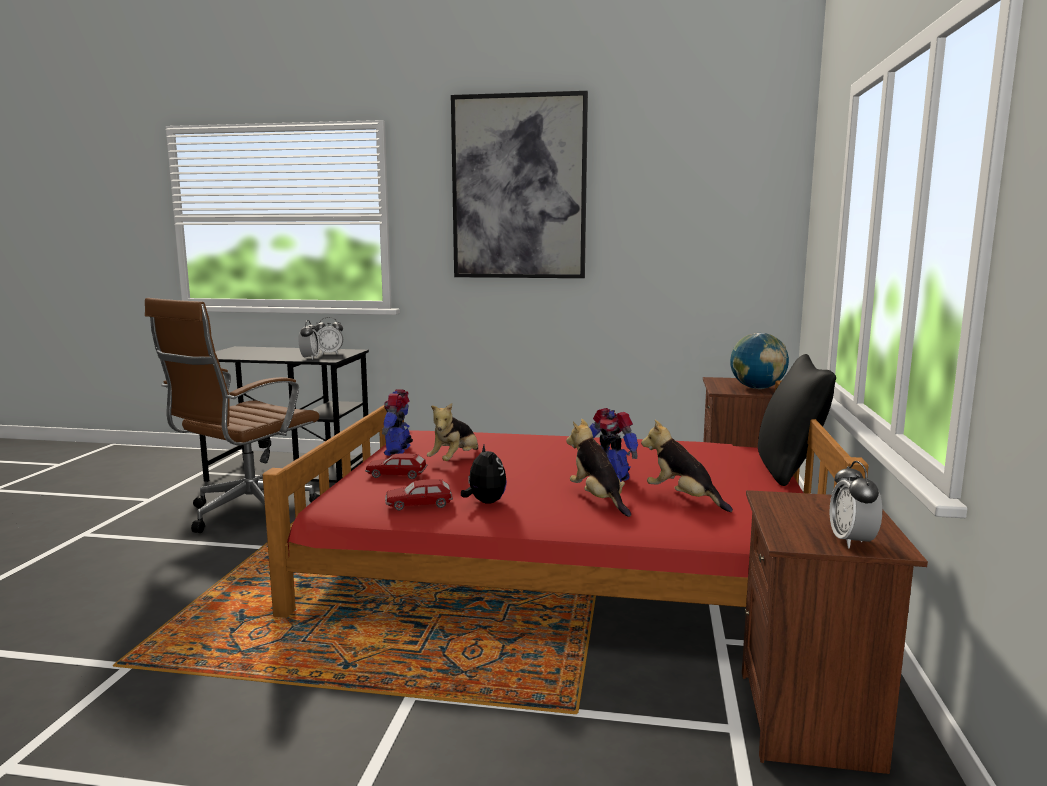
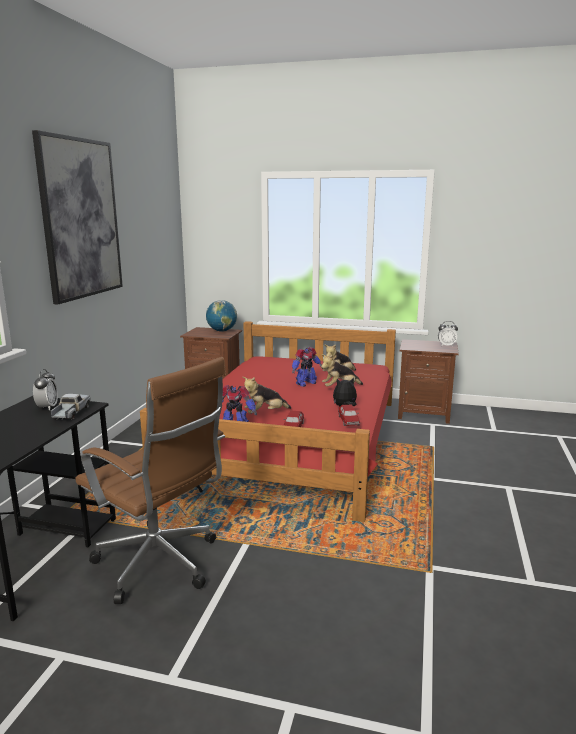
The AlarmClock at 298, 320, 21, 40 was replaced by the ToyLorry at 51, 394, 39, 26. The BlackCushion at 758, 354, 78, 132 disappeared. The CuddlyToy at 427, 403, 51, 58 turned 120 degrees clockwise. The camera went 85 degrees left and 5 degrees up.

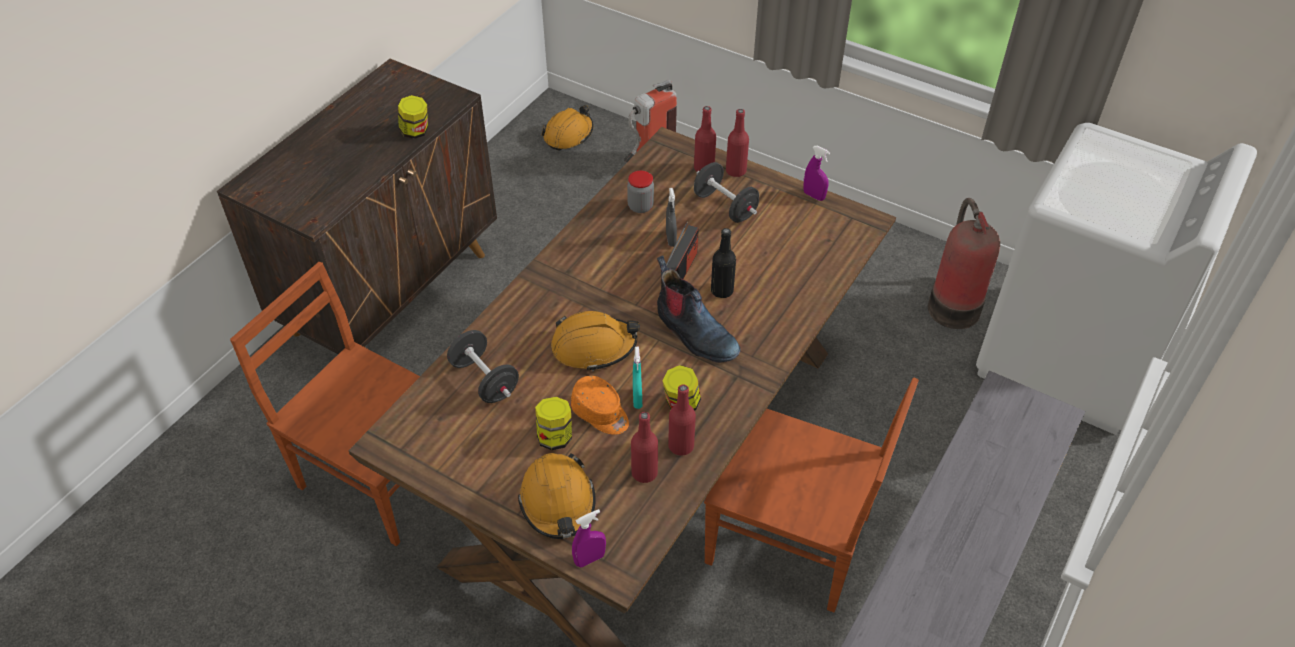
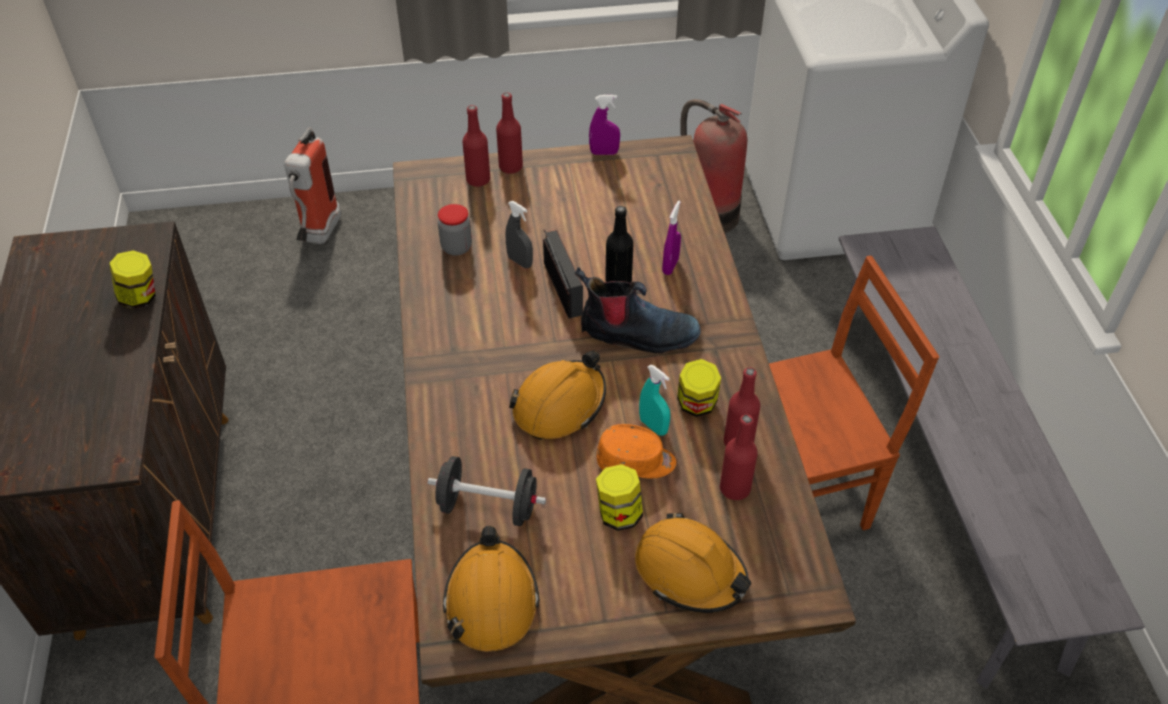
The OrangeWorkHelmet moved from 541, 105, 52, 45 to 443, 526, 97, 125. The BlackDumbbell at 694, 162, 65, 61 disappeared. The PurpleHandSprayer moved from 572, 509, 34, 58 to 662, 201, 19, 74. The camera went 40 degrees left and 0 degrees up.

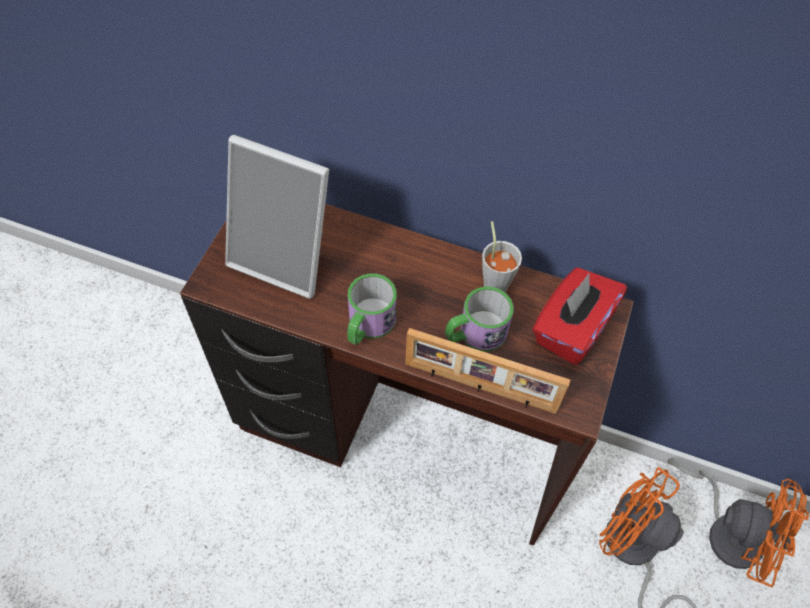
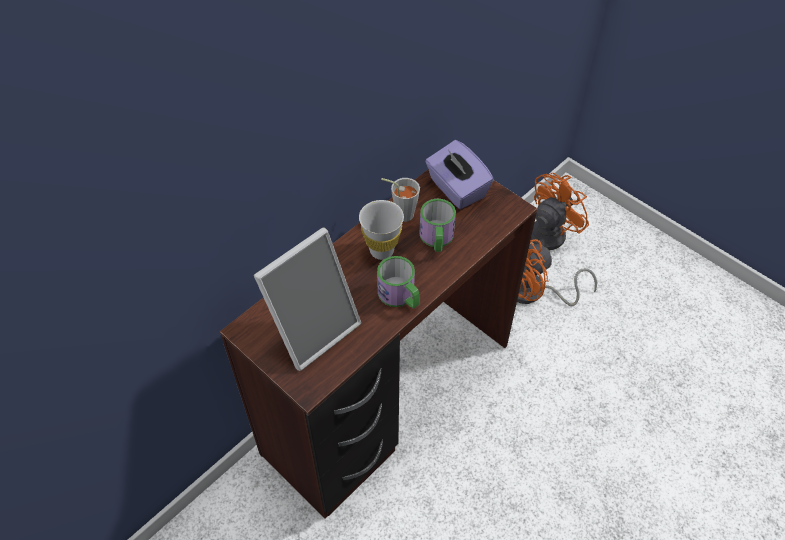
The RedColouredBoxOfTissues at 532, 268, 95, 97 became the PurpleBoxOfTissues at 425, 140, 69, 69. The PictureFrame at 405, 328, 165, 86 disappeared. The WhitishSmallCup at 359, 200, 45, 60 appeared. The camera went 65 degrees left and 5 degrees down.

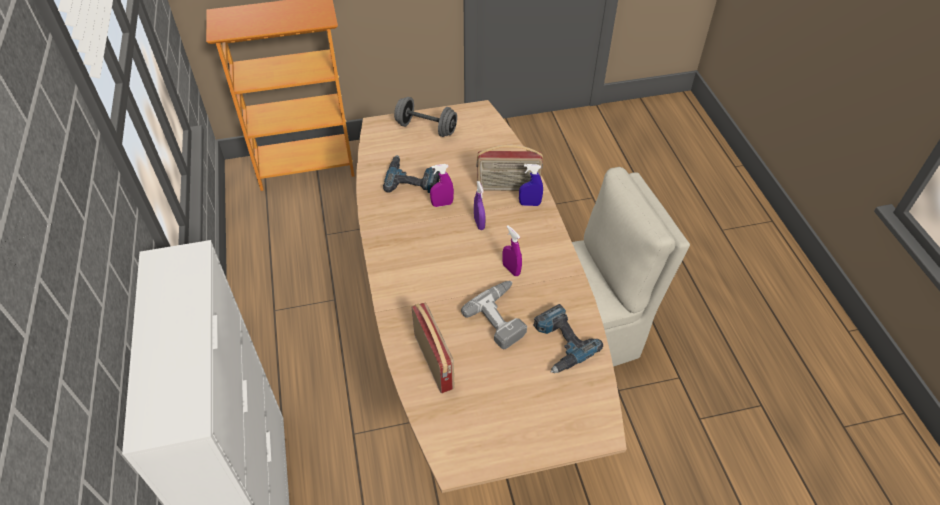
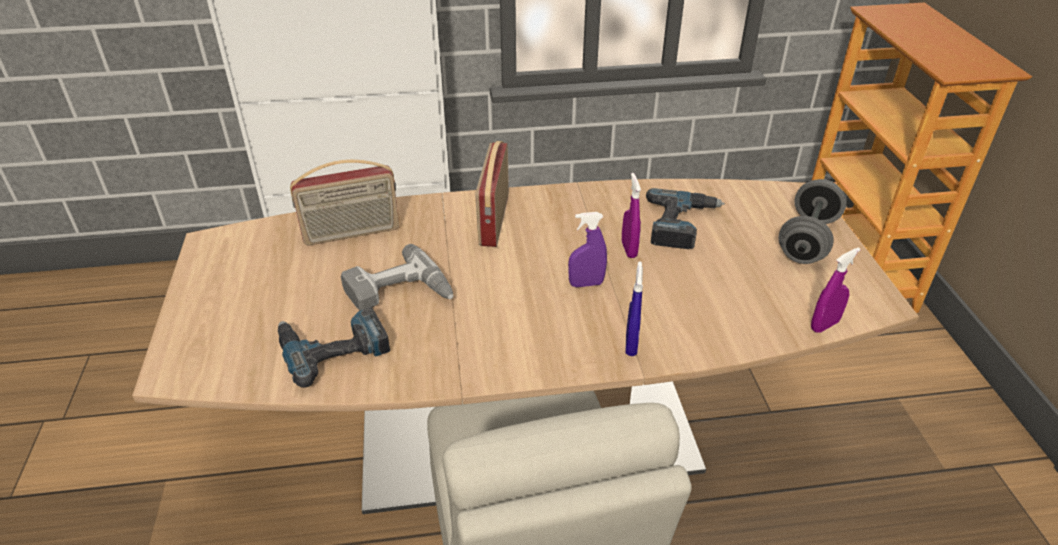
The Radio moved from 476, 145, 67, 46 to 475, 141, 34, 106. The PurpleHandSprayer moved from 502, 225, 20, 51 to 811, 247, 49, 86. The camera went 95 degrees right and 10 degrees down.

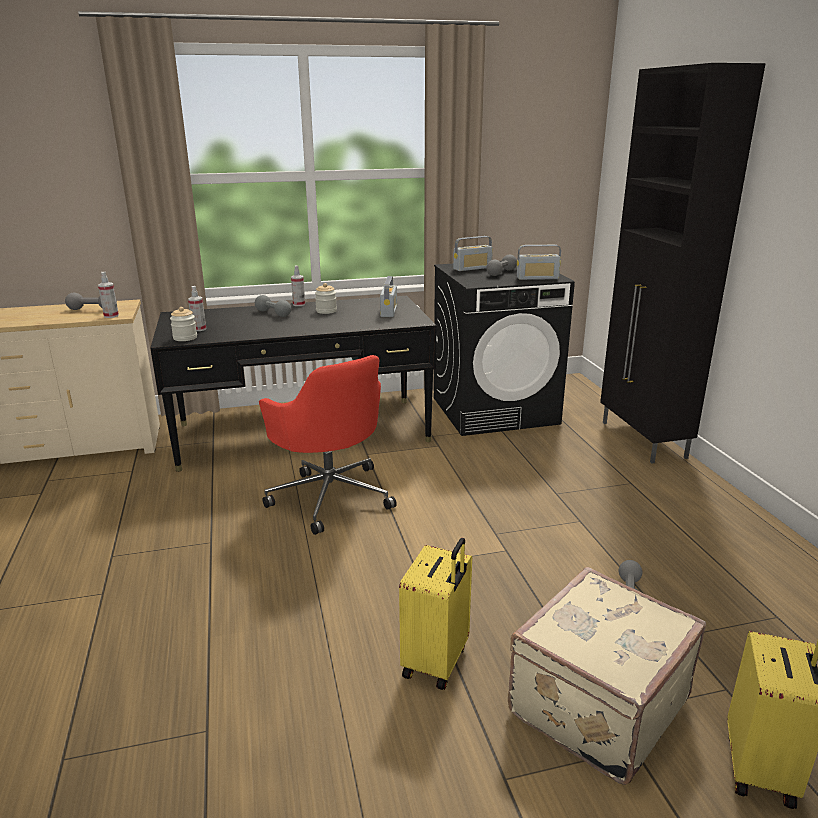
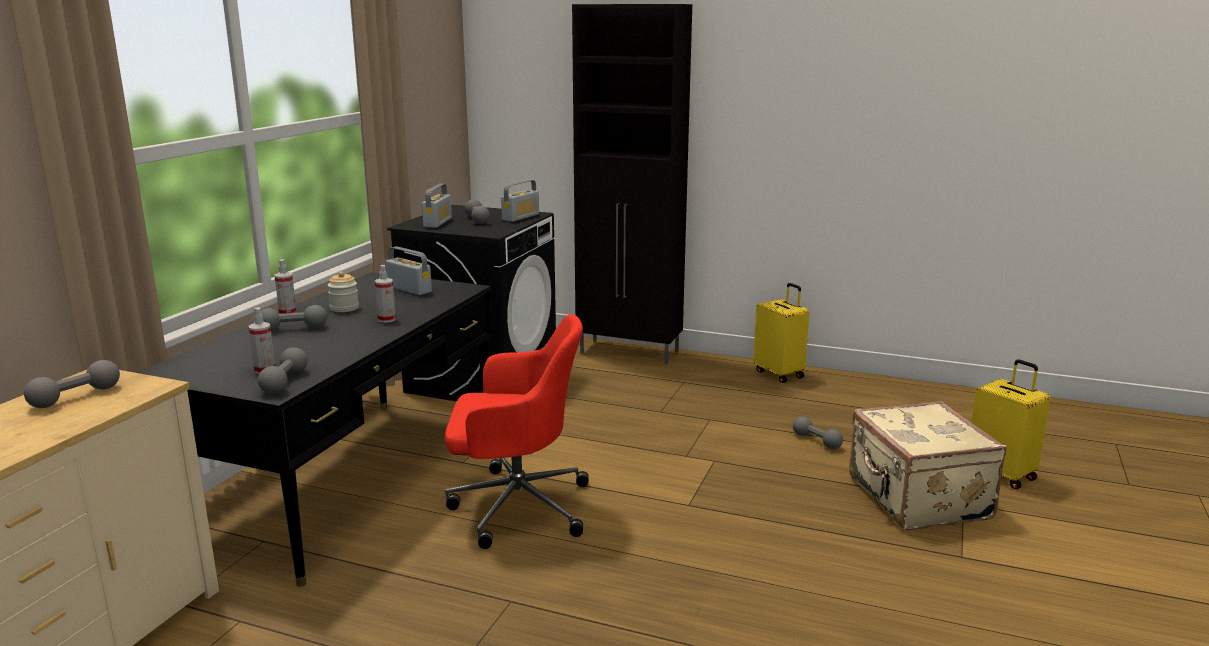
The HandSprayer moved from 98, 272, 21, 46 to 374, 265, 22, 58. The StorageJar at 170, 307, 27, 34 was replaced by the GrayDumbbell at 258, 347, 50, 47. The YellowColouredSuitcase moved from 399, 538, 73, 152 to 753, 283, 56, 100. The camera went 55 degrees left and 5 degrees down.

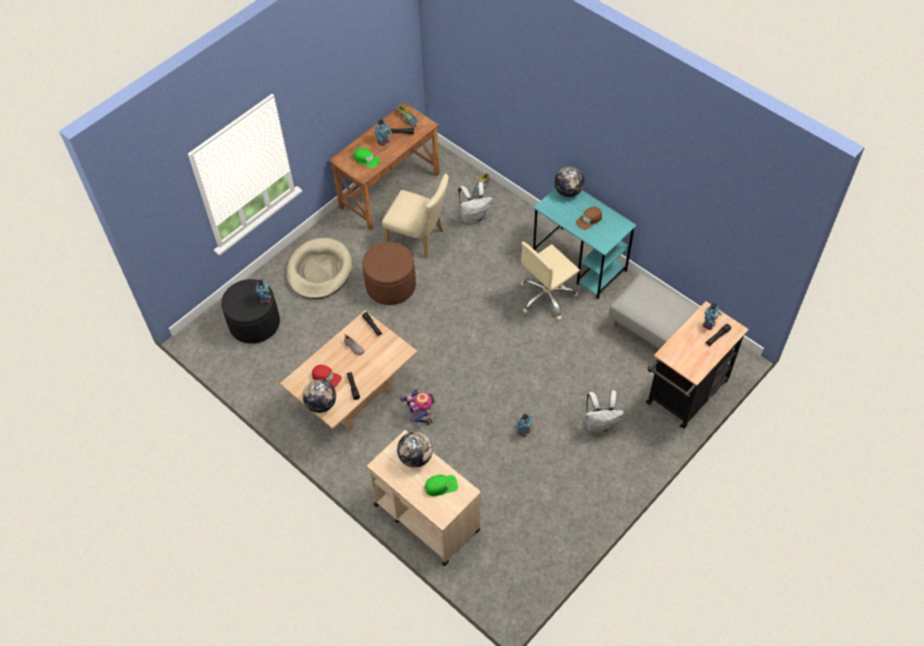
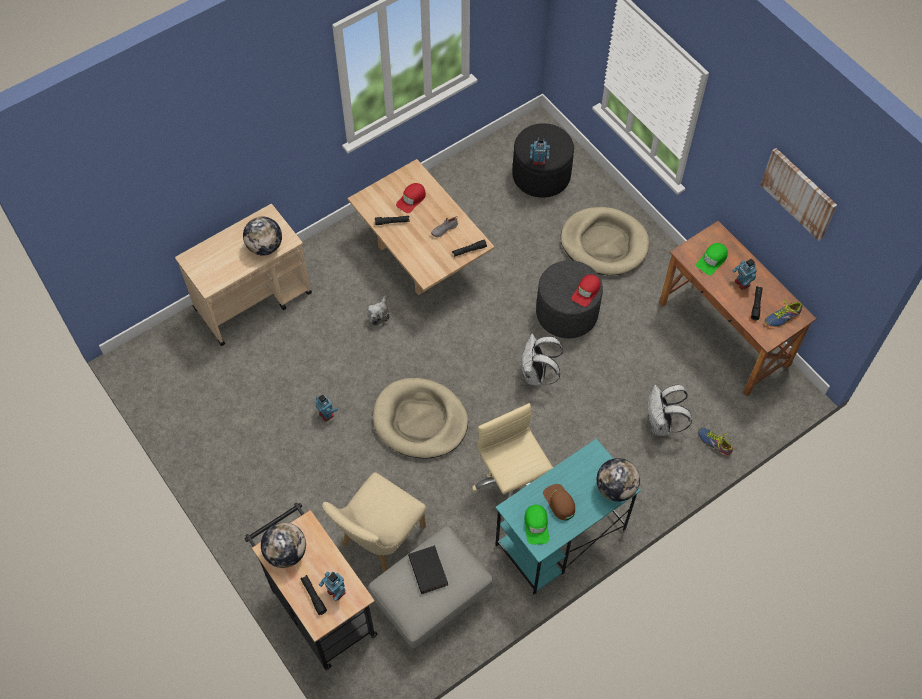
The SandColouredChair moved from 382, 174, 67, 84 to 322, 472, 104, 101. The BrownColouredFootrest at 362, 242, 54, 63 became the GrayFootrest at 536, 260, 67, 78. The WorldGlobe moved from 303, 379, 33, 34 to 261, 522, 45, 46. The ToyRobot at 400, 388, 35, 37 was replaced by the CuddlyToy at 368, 295, 22, 32. The WhitishKnapsack moved from 585, 390, 39, 43 to 520, 333, 43, 53. The GreenishBaseballCap moved from 424, 475, 34, 21 to 524, 505, 25, 39. The WallArt at 761, 148, 76, 93 appeared. The RedColouredBaseballCap at 571, 274, 30, 33 appeared. The SandColouredPetBed at 373, 378, 95, 81 appeared. The BlackBook at 408, 545, 40, 49 appeared. The camera went 100 degrees right and 5 degrees up.

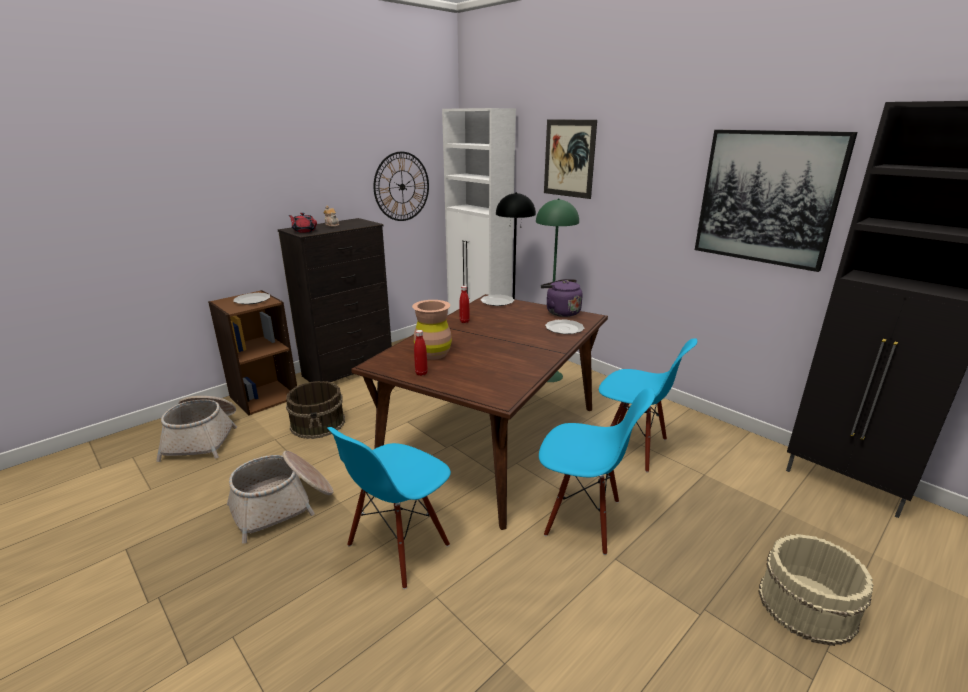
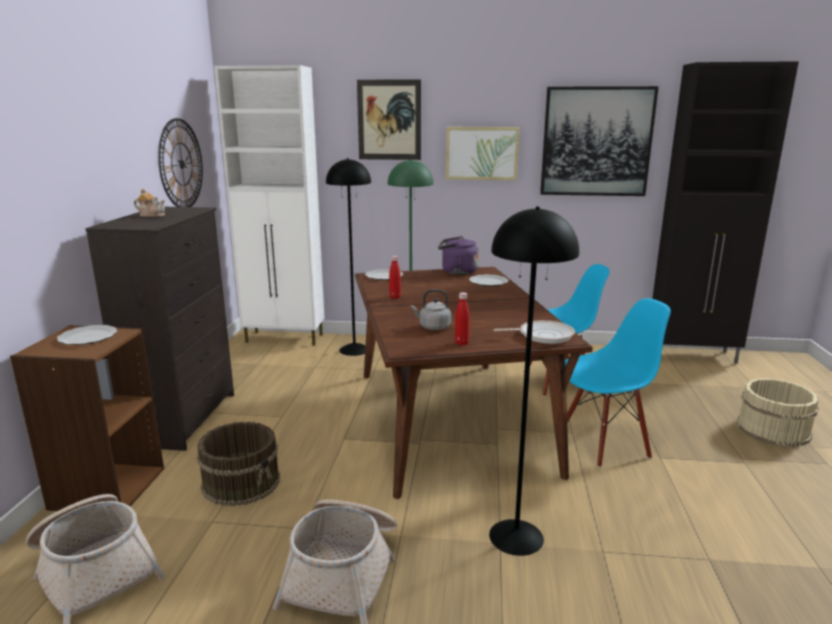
The RedColouredTeapot at 288, 213, 29, 20 disappeared. The BrownColouredVase at 412, 300, 40, 60 was replaced by the GrayWaterKettle at 411, 290, 40, 40. The BlueColouredChair at 327, 427, 124, 162 was replaced by the BlackStandardLamp at 489, 206, 90, 350. The WallArt at 446, 127, 73, 53 appeared. The Skillet at 494, 320, 81, 24 appeared. The camera went 40 degrees left and 5 degrees down.

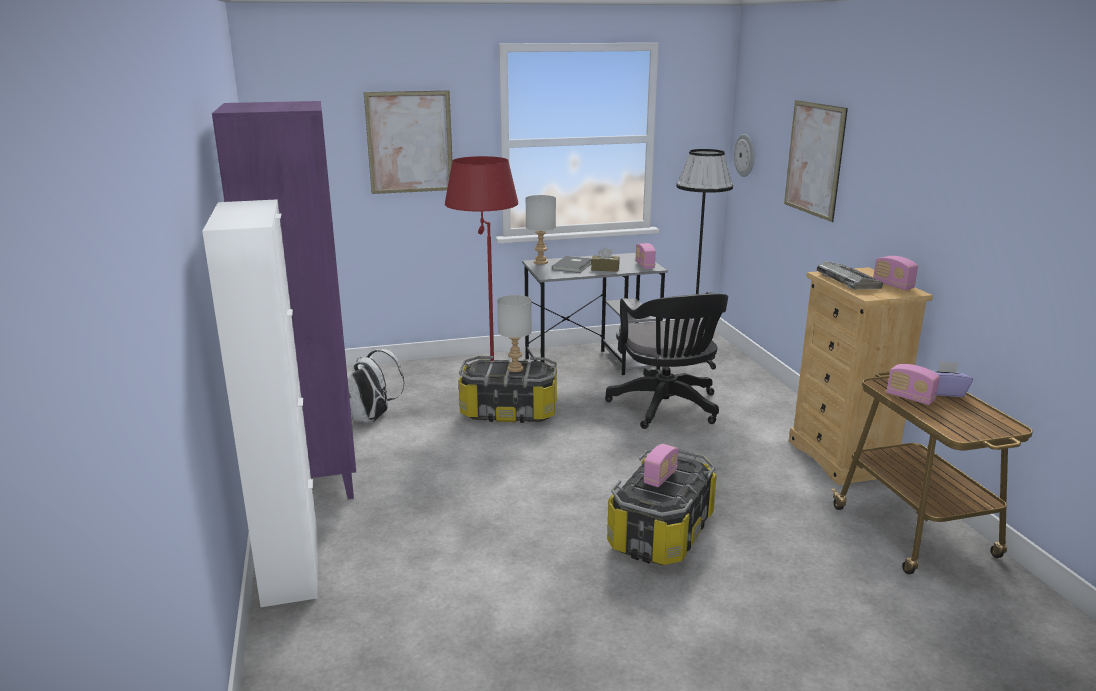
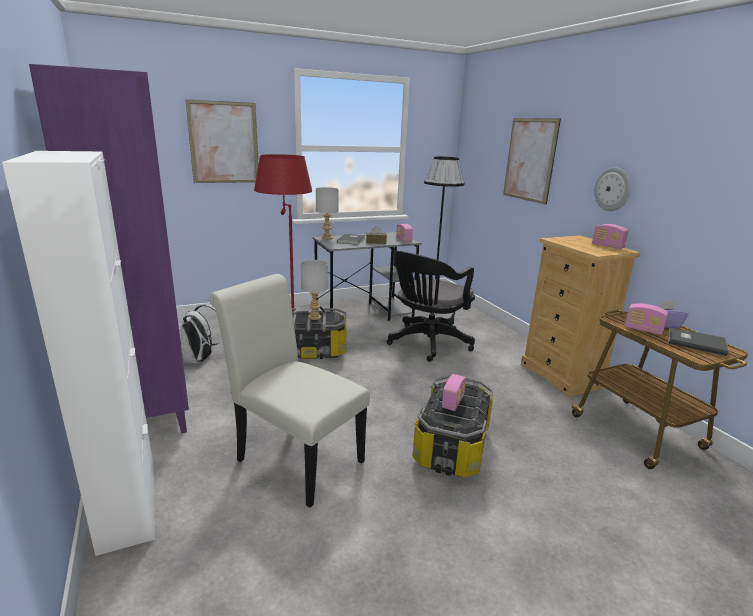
The HangingClock moved from 734, 134, 20, 43 to 594, 167, 37, 44. The ComputerKeyboard at 817, 261, 66, 29 disappeared. The BlackComputerChair at 605, 292, 123, 137 turned 60 degrees clockwise. The WhitishChair at 209, 274, 161, 233 appeared. The GrayBook at 668, 327, 61, 29 appeared. The camera went 10 degrees left and 0 degrees up.

